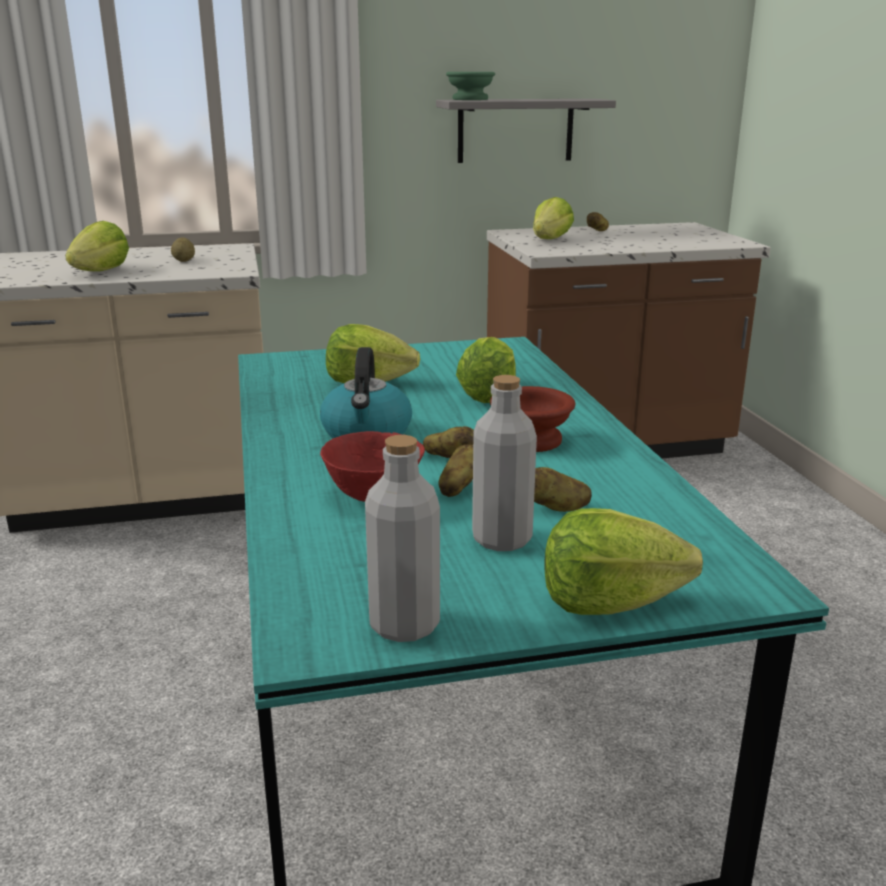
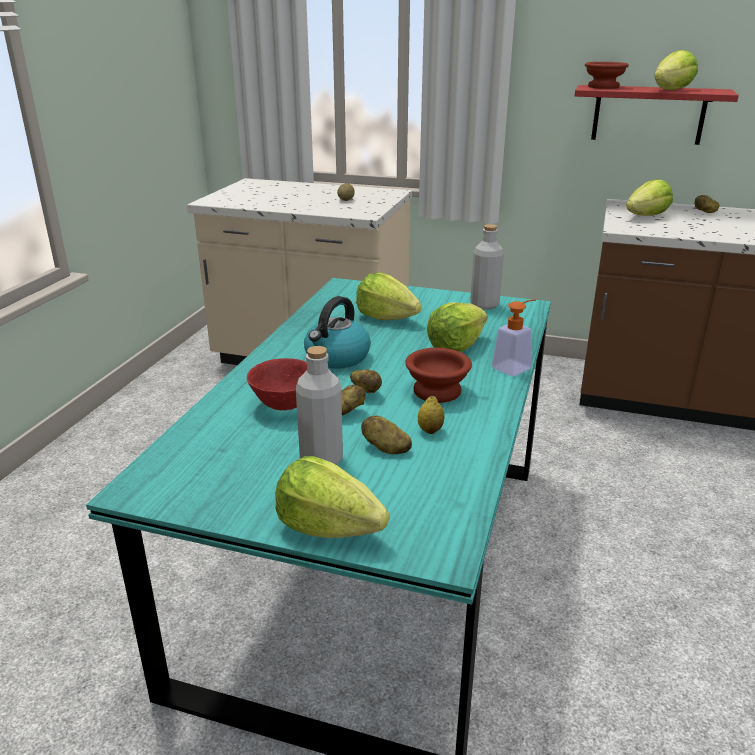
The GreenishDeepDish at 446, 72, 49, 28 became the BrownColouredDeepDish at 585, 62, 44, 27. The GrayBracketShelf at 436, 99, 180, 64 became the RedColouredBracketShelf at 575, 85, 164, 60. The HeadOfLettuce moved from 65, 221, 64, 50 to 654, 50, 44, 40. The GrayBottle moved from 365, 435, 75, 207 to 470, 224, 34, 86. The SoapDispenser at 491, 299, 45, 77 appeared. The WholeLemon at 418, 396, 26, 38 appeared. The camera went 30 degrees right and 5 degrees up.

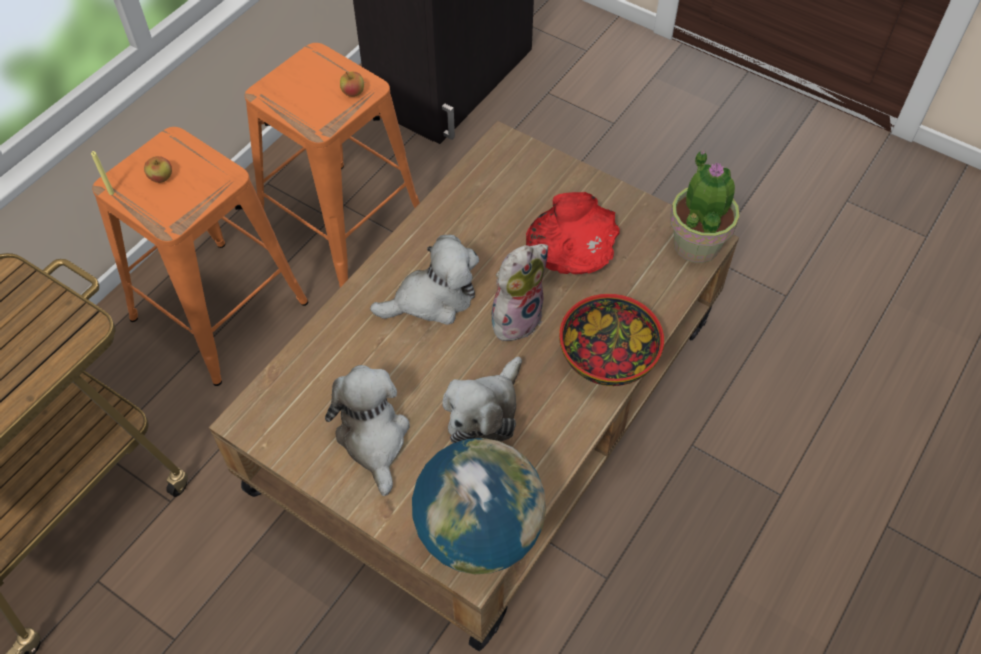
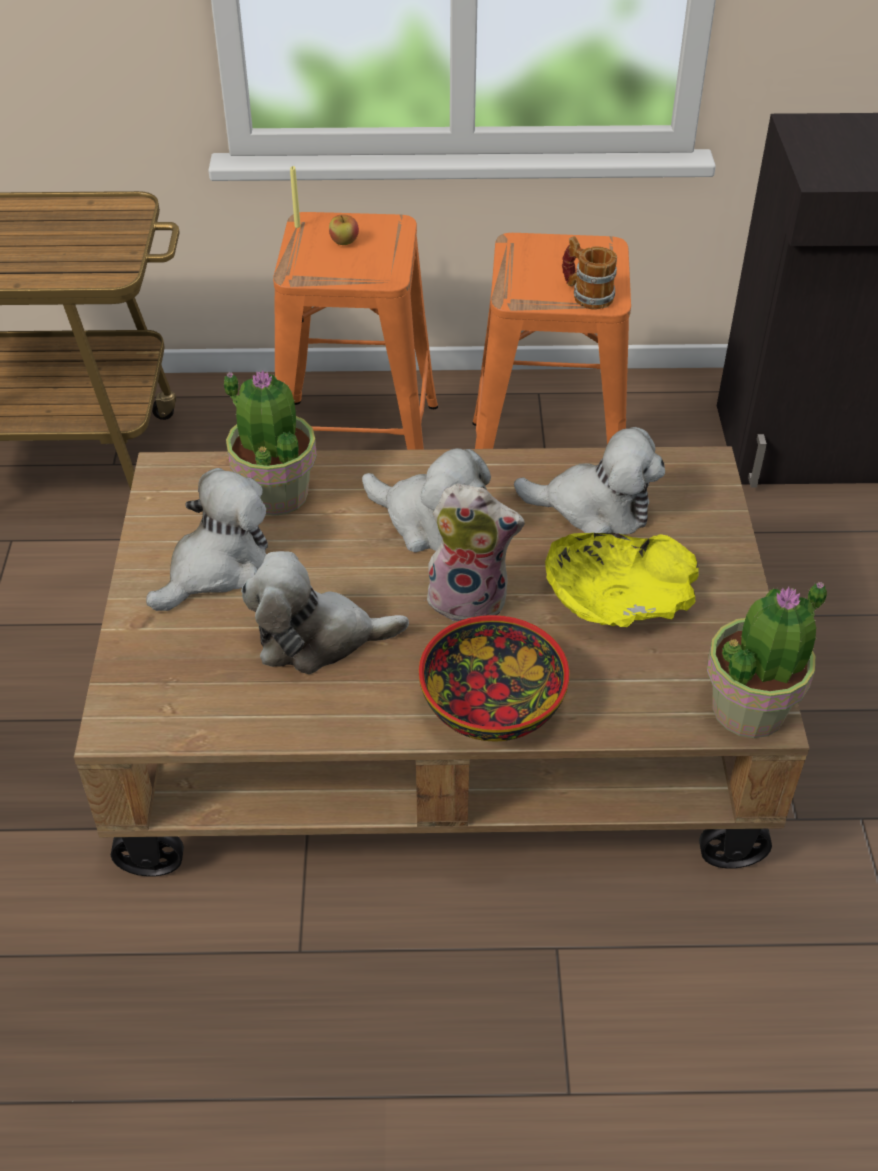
The AppleFruit at 340, 72, 24, 25 was replaced by the TeaMug at 562, 236, 55, 73. The RedColouredDeepDish at 526, 192, 94, 82 became the YellowColouredDeepDish at 545, 533, 154, 94. The WorldGlobe at 412, 438, 134, 136 disappeared. The Houseplant at 224, 370, 93, 146 appeared. The CuddlyToy at 514, 427, 151, 107 appeared. The camera went 55 degrees right and 10 degrees down.

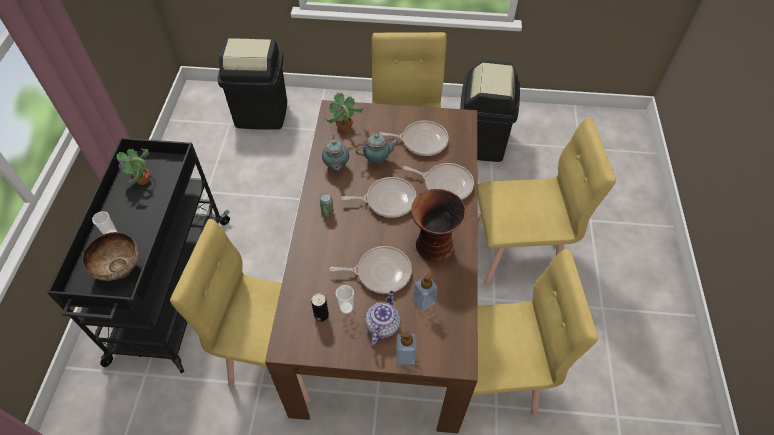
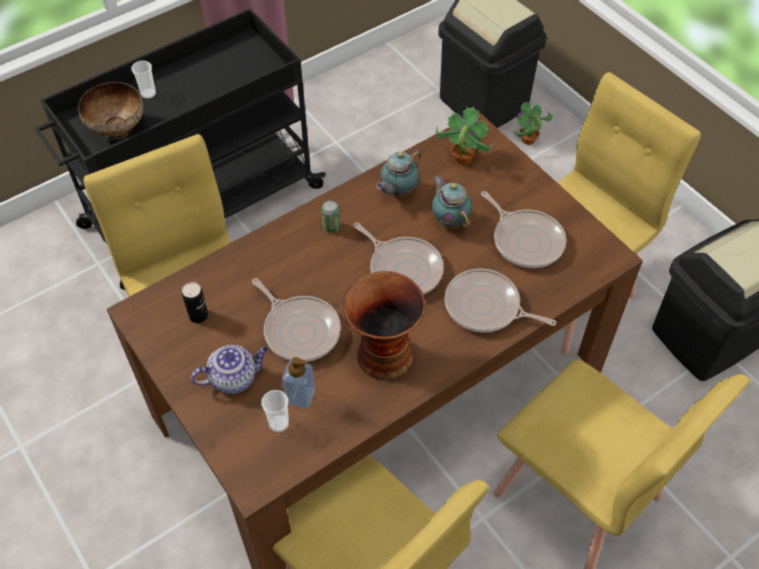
The Teapot at 355, 134, 44, 31 turned 150 degrees counterclockwise. The Houseplant moved from 116, 149, 34, 36 to 512, 102, 41, 43. The Skillet at 403, 163, 71, 37 turned 135 degrees clockwise. The SmallCup moved from 335, 285, 19, 29 to 261, 390, 28, 42. The SoapDispenser at 396, 332, 21, 33 disappeared. The camera went 50 degrees right and 0 degrees up.

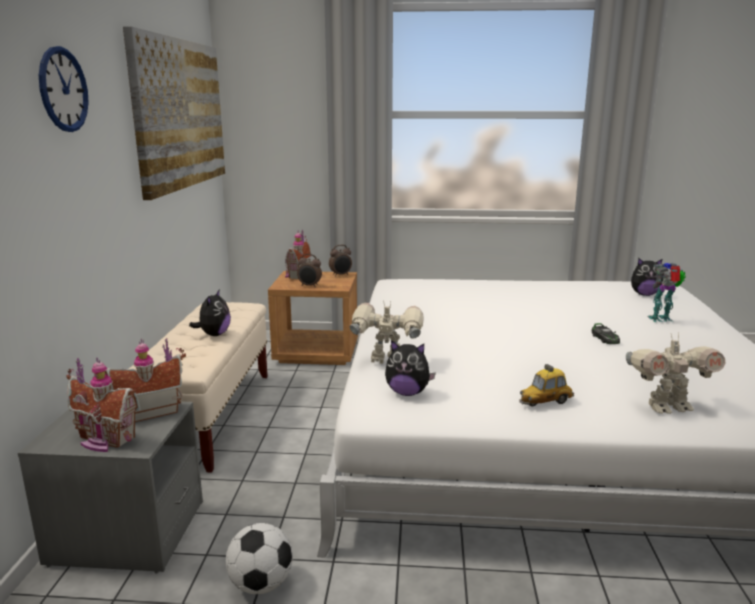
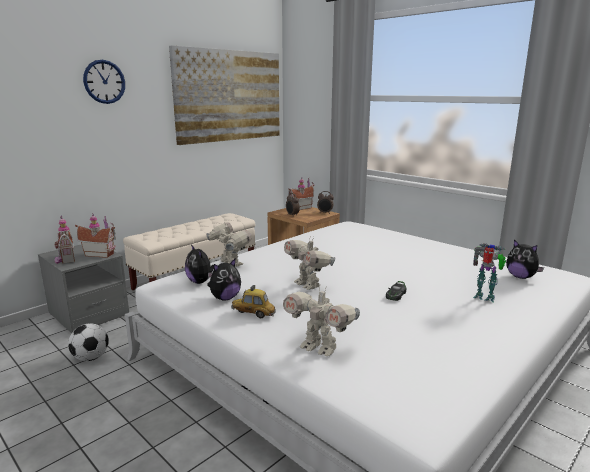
The CuddlyToy moved from 189, 289, 42, 47 to 207, 259, 34, 42. The ToyRobot at 284, 235, 52, 55 appeared. The camera went 40 degrees right and 0 degrees up.

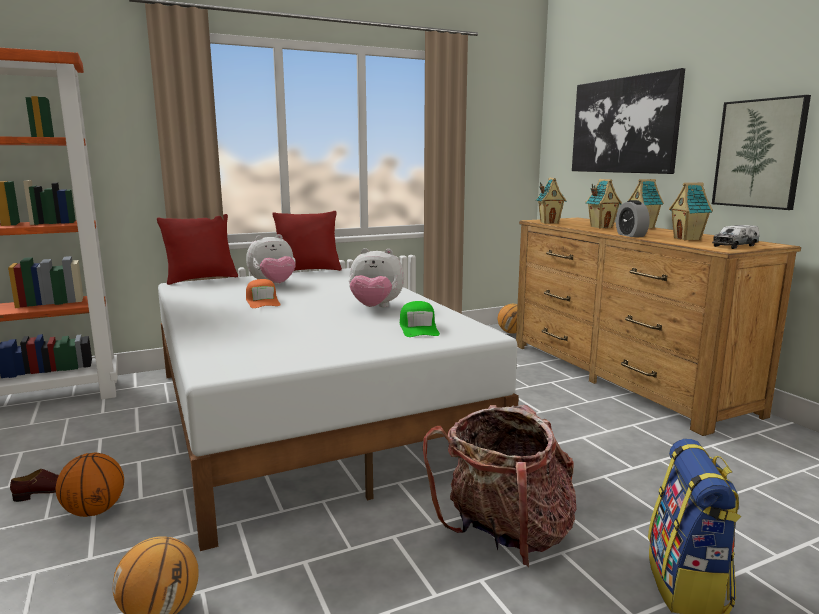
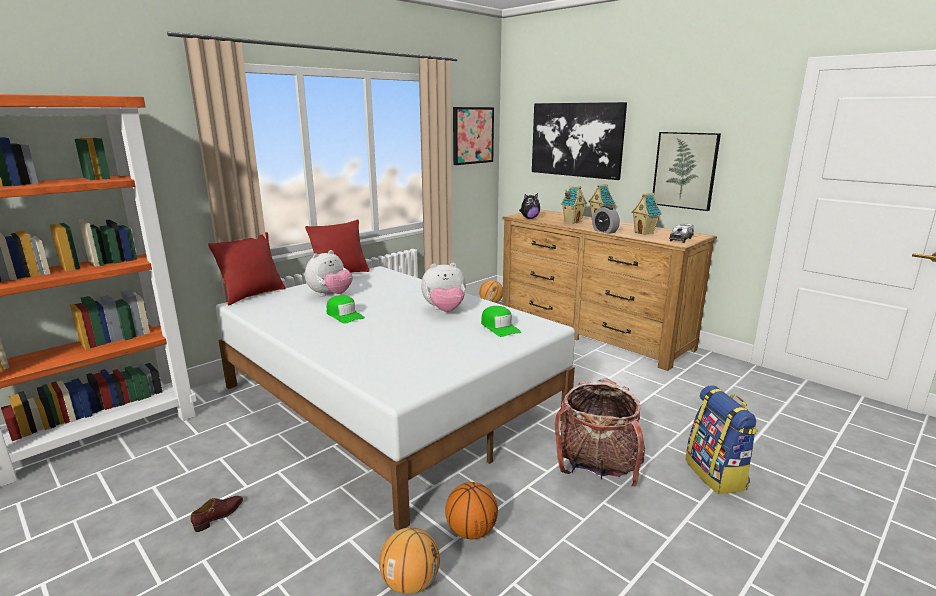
The ModelHouse at 536, 178, 31, 46 was replaced by the CuddlyToy at 519, 193, 21, 26. The OrangeBaseballCap at 246, 279, 35, 29 became the GreenishBaseballCap at 327, 295, 38, 29. The BasketballBall moved from 56, 453, 68, 64 to 445, 482, 53, 58. The WallArt at 453, 107, 41, 58 appeared. The camera went 20 degrees left and 5 degrees up.

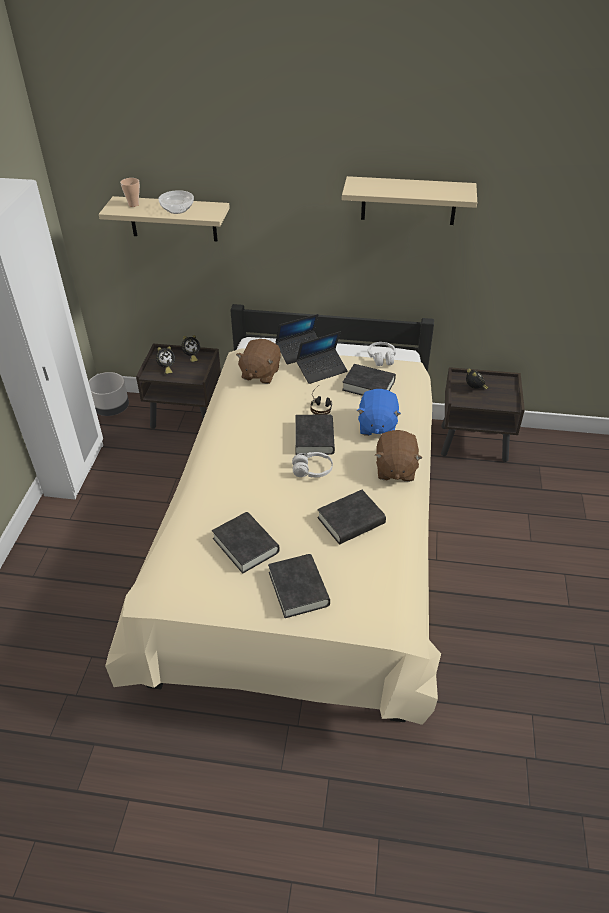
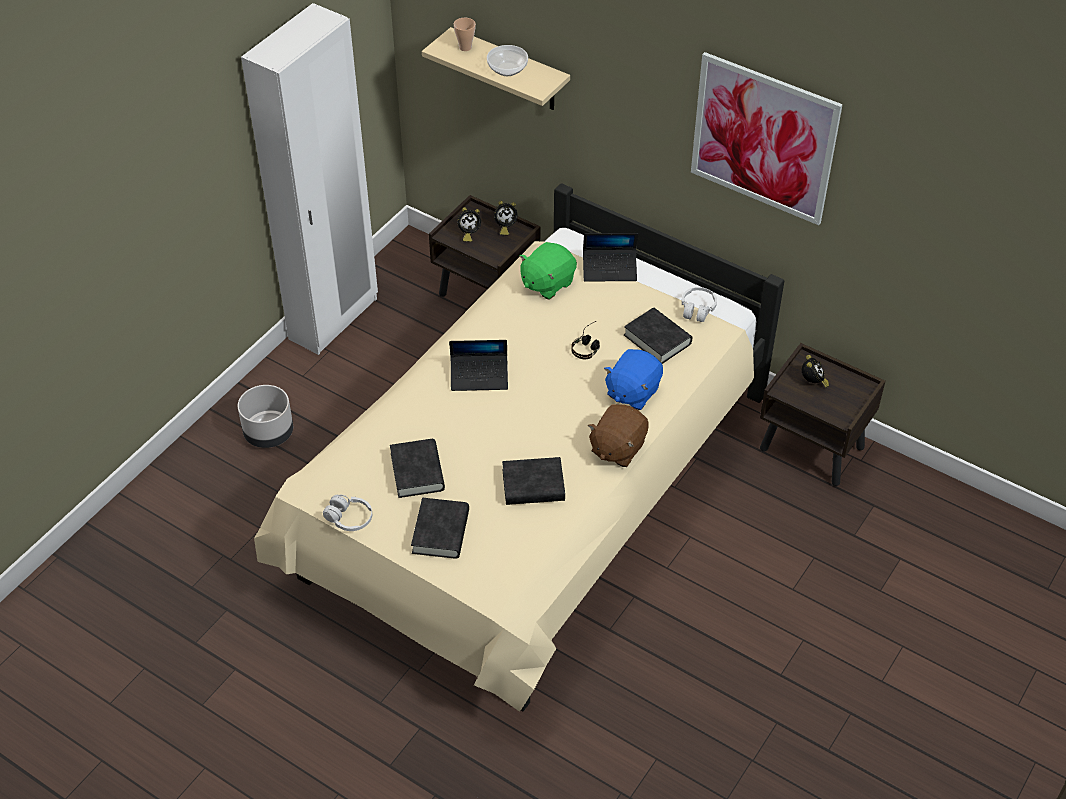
The SandColouredBracketShelf at 342, 176, 135, 49 was replaced by the WallArt at 691, 52, 152, 173. The NotebookComputer moved from 296, 331, 52, 53 to 449, 340, 59, 51. The BrownColouredCuddlyToy at 236, 339, 45, 45 became the GreenishCuddlyToy at 520, 242, 57, 58. The GrayFlowerPot moved from 88, 372, 41, 44 to 238, 385, 55, 63. The BlackBook at 295, 414, 40, 41 disappeared. The WhitishHeadphones moved from 292, 452, 41, 26 to 323, 495, 49, 36. The camera went 25 degrees right and 5 degrees up.

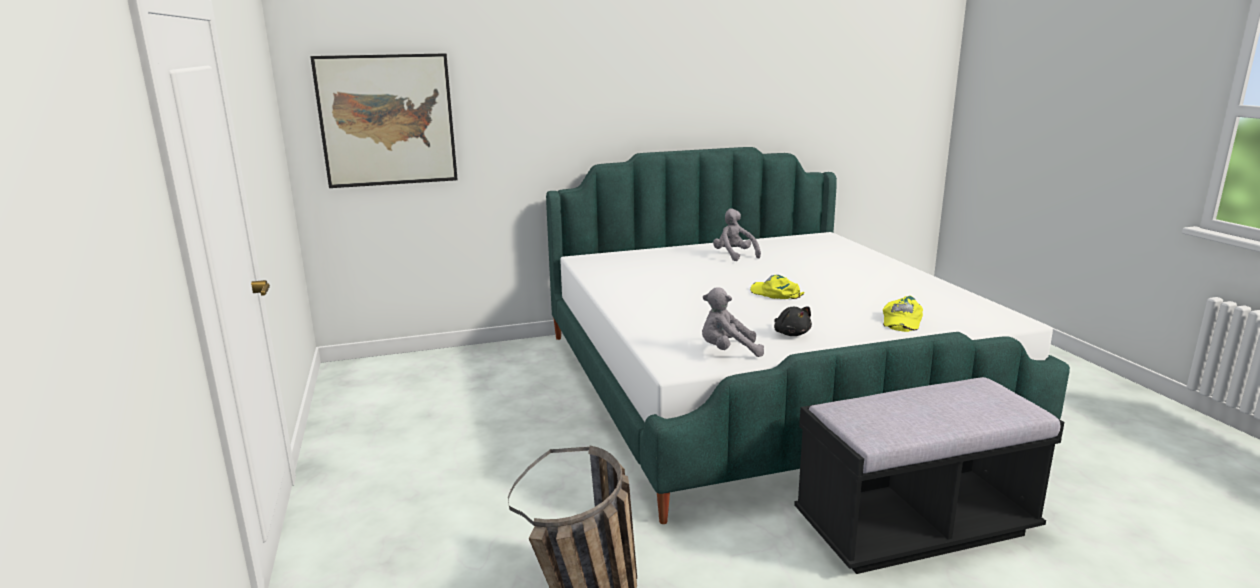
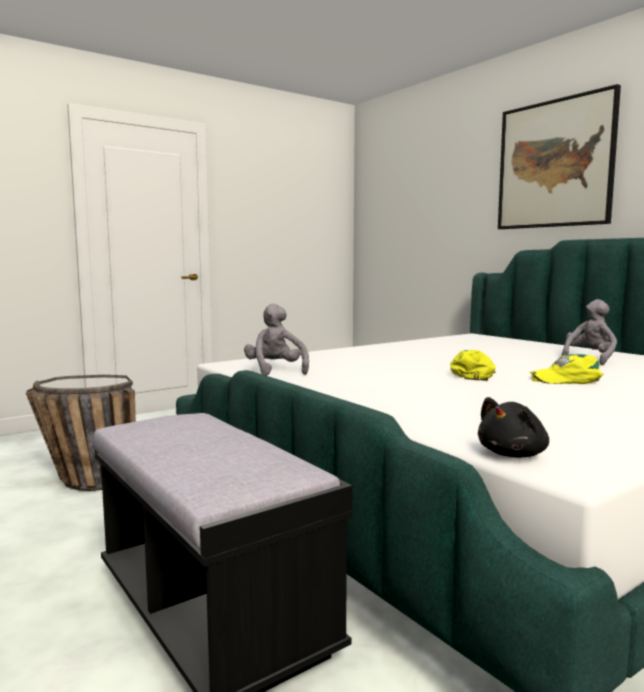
The WallArt moved from 310, 53, 148, 135 to 498, 84, 123, 145. The YellowColouredBaseballCap moved from 883, 296, 40, 36 to 530, 354, 73, 30. The BlackCuddlyToy moved from 774, 307, 38, 29 to 478, 397, 71, 60. The camera went 70 degrees right and 10 degrees down.

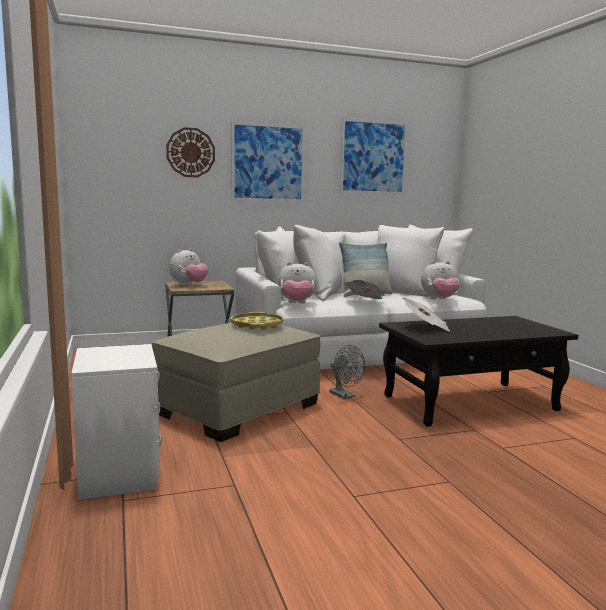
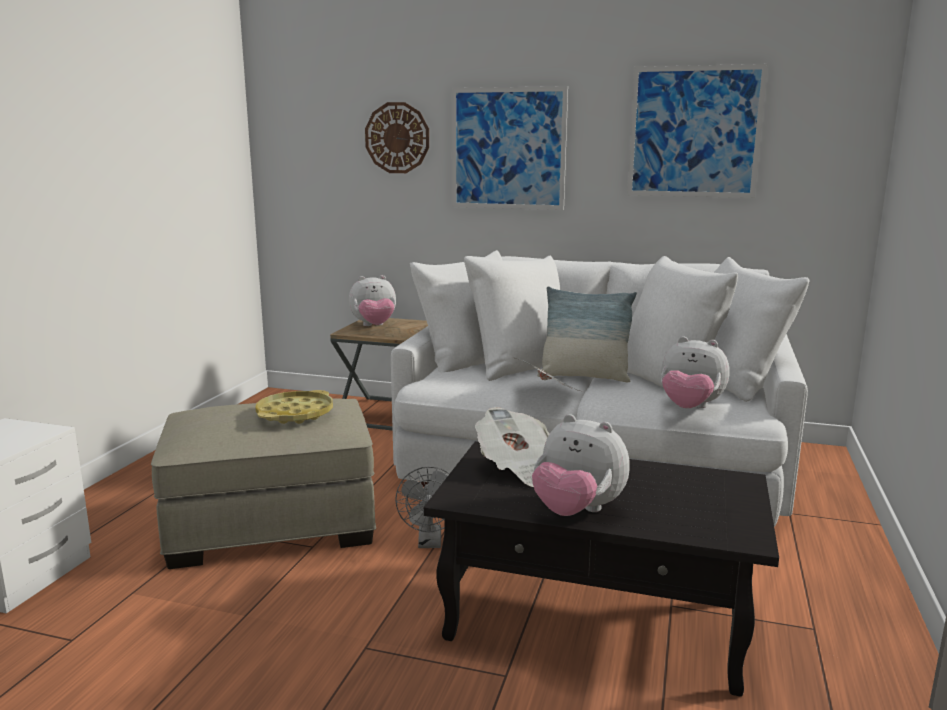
The CuddlyToy moved from 278, 262, 39, 41 to 532, 414, 98, 102. The camera went 35 degrees right and 5 degrees up.

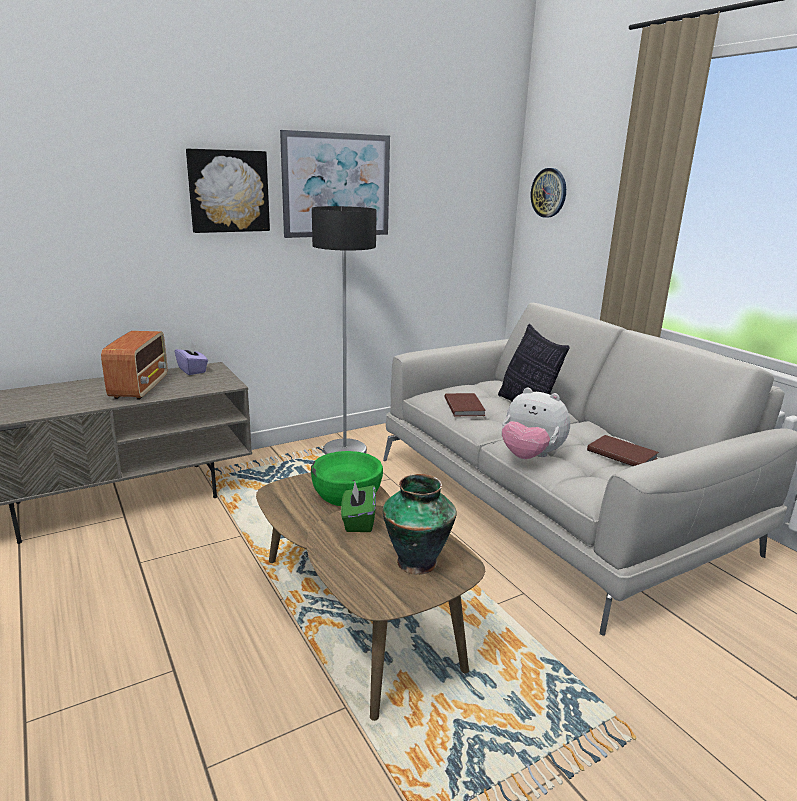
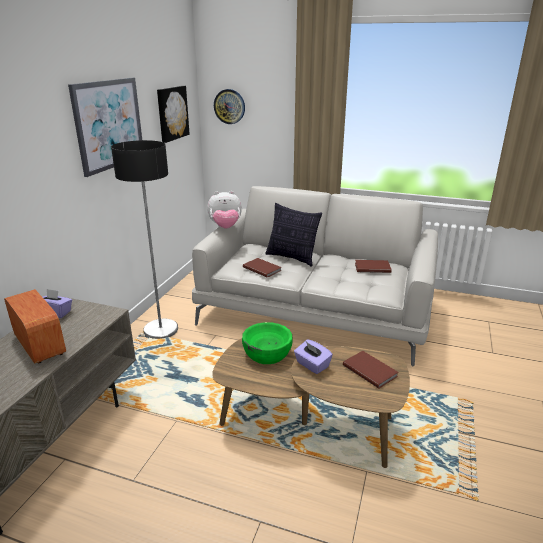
The WallArt moved from 186, 149, 84, 84 to 157, 86, 33, 57. The CuddlyToy moved from 502, 388, 68, 71 to 207, 191, 35, 38. The Vase at 382, 474, 75, 101 was replaced by the BrownColouredBook at 343, 351, 55, 38. The GreenishBoxOfTissues at 341, 482, 35, 50 became the PurpleBoxOfTissues at 294, 339, 39, 35. The camera went 40 degrees left and 5 degrees up.

